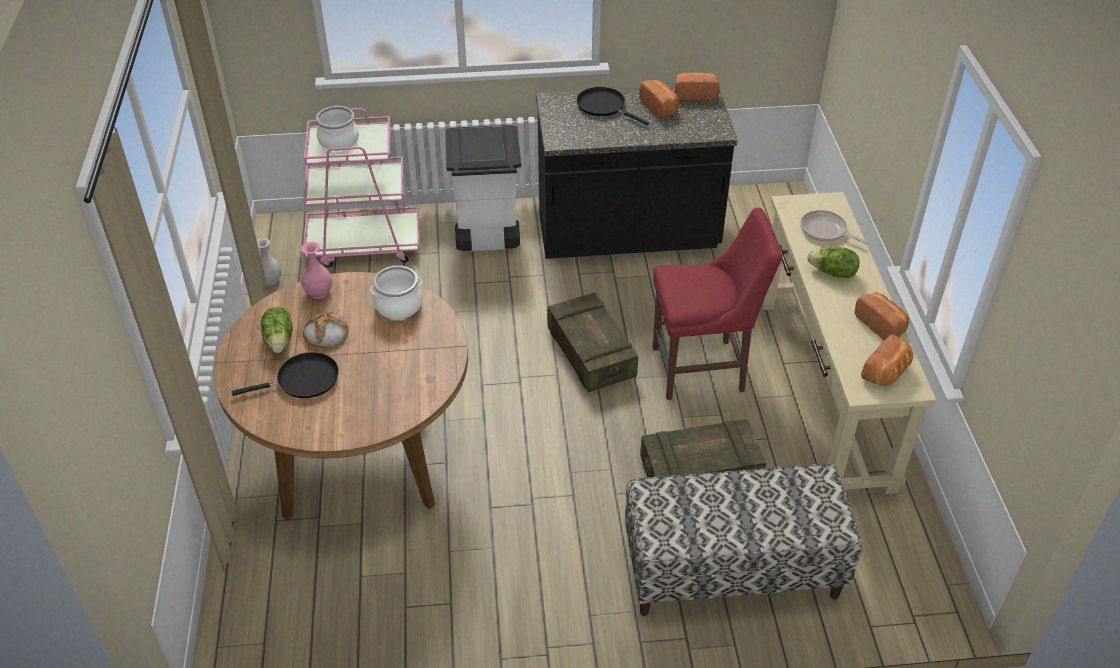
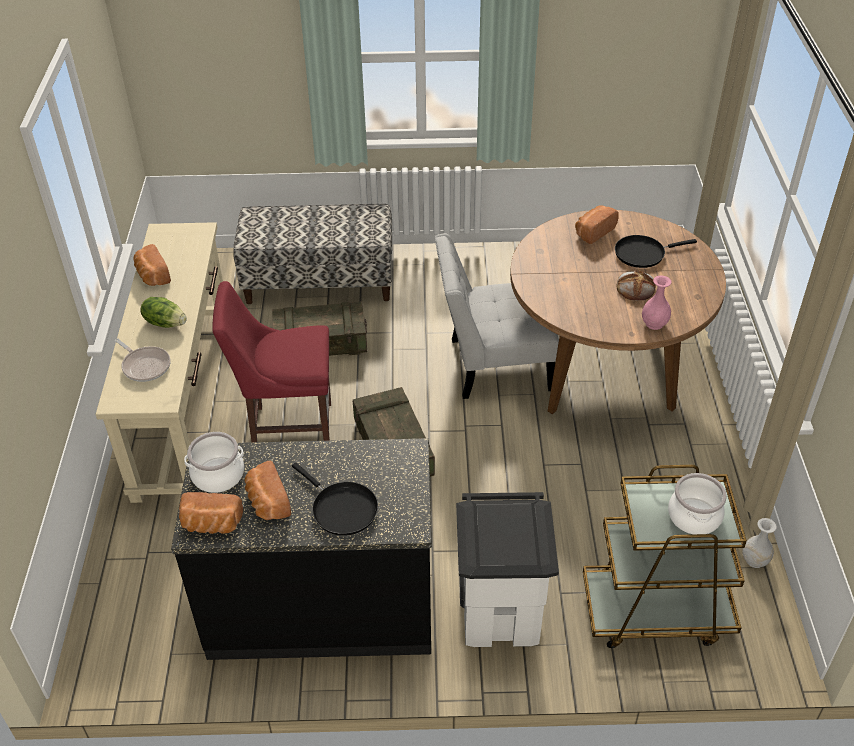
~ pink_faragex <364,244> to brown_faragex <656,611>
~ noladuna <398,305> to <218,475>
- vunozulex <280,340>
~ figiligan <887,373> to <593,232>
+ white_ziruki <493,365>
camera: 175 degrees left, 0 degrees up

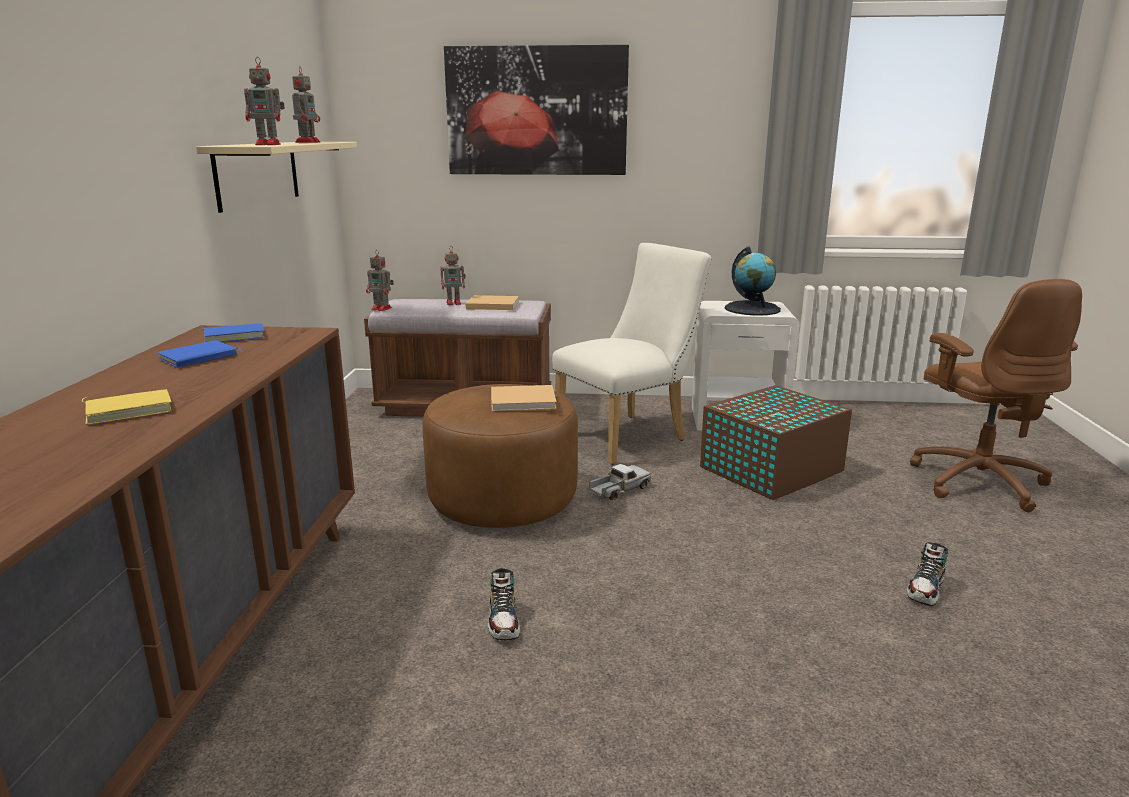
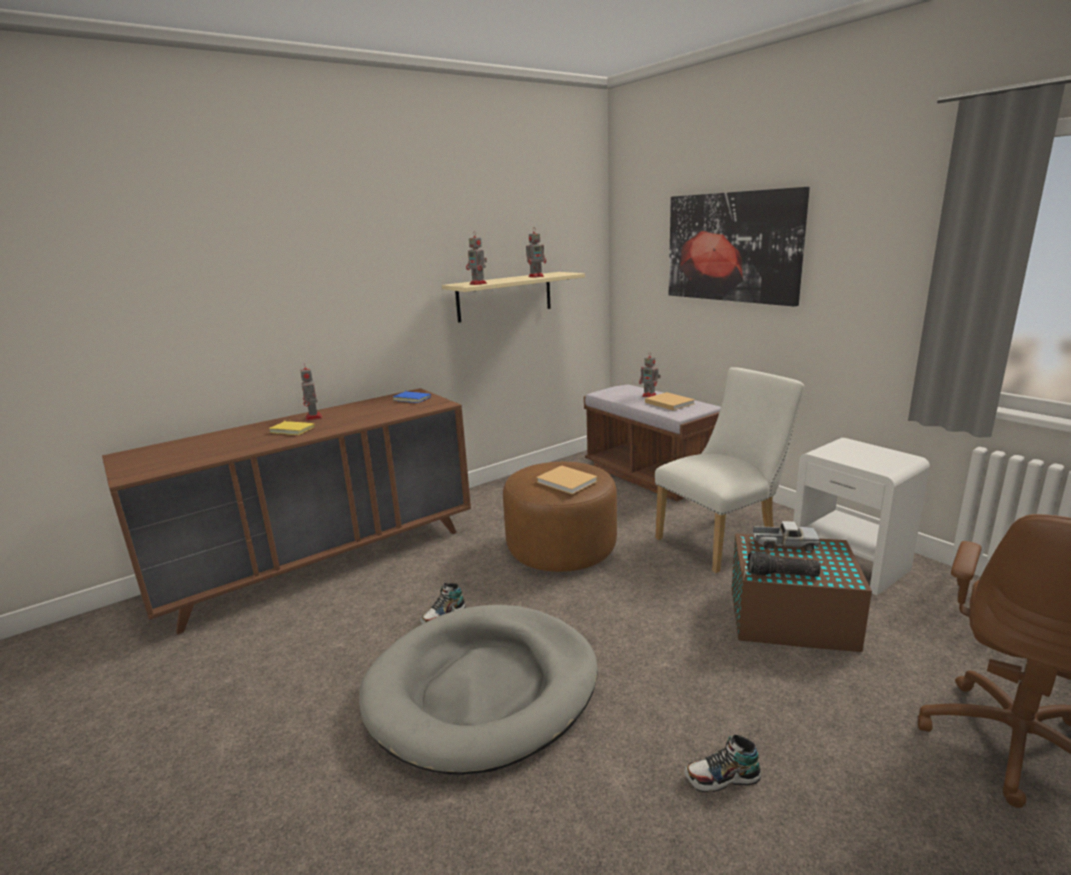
~ white_ziruki <629,436> = <722,540> 45 degrees counterclockwise
- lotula <752,309>
~ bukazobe <382,309> to <314,418>
- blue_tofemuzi <199,358>
~ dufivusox <619,490> to <784,544>
+ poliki <781,575>
+ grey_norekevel <483,689>
camera: 50 degrees right, 0 degrees up

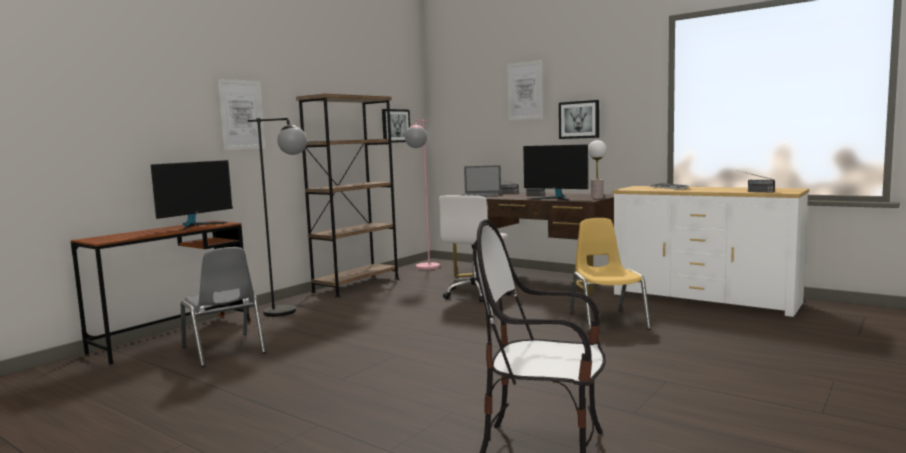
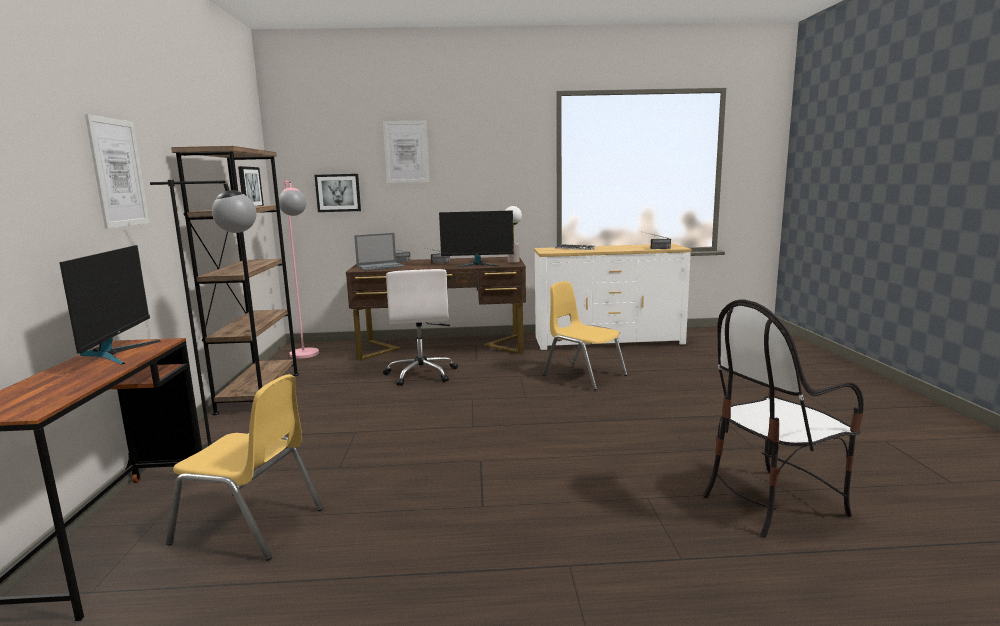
~ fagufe <579,119> to <338,193>
~ grey_ziruki <224,350> to yellow_ziruki <250,526>
camera: 40 degrees left, 5 degrees up

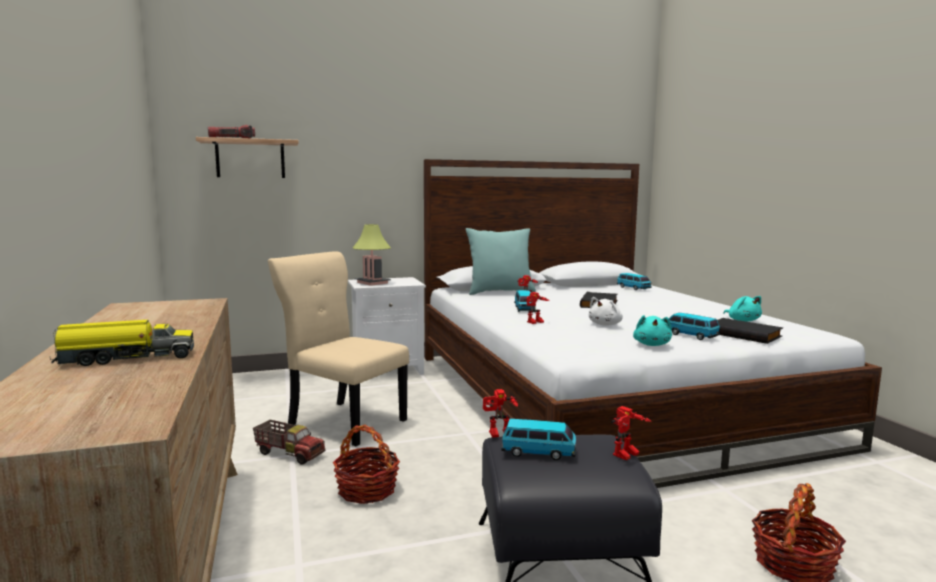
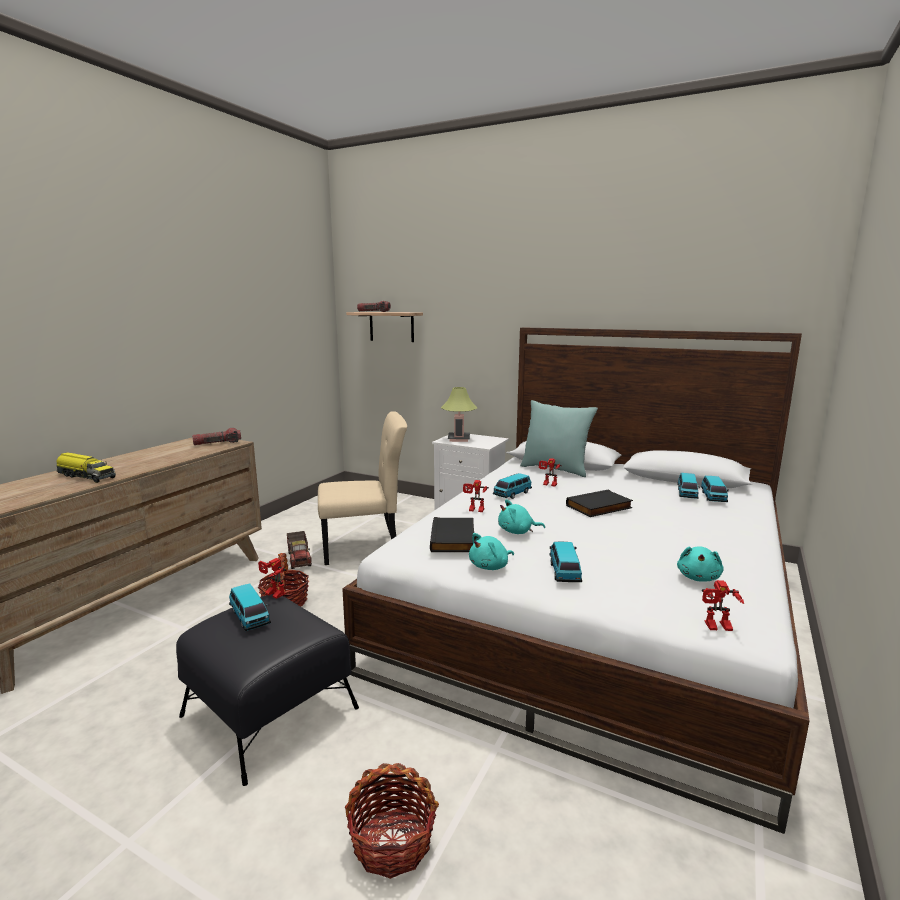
~ beige_ziruki <344,421> = <365,548> 90 degrees clockwise
~ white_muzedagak <605,324> to turquoise_muzedagak <517,531>
~ black_tofemuzi <744,334> to <454,539>
~ bukazobe <627,456> to <717,628>
+ poliki <217,443>
+ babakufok <687,494>
camera: 45 degrees right, 5 degrees up

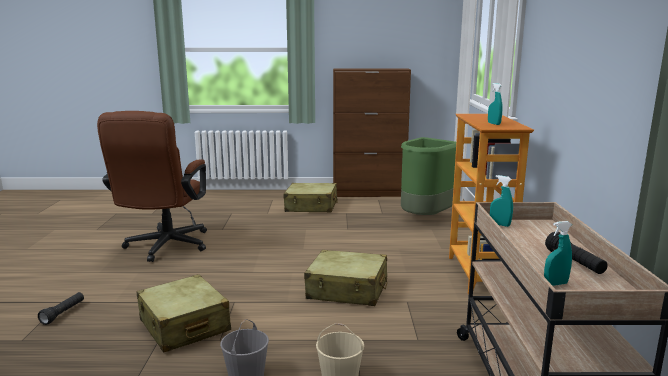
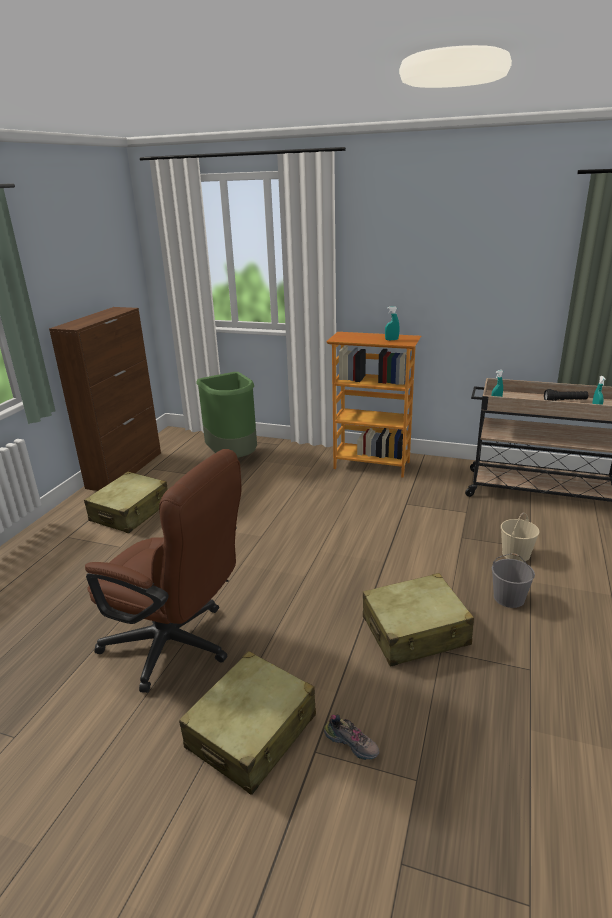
~ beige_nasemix <347,290> to <252,732>
~ black_poliki <63,313> to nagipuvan <352,743>
camera: 70 degrees left, 10 degrees up

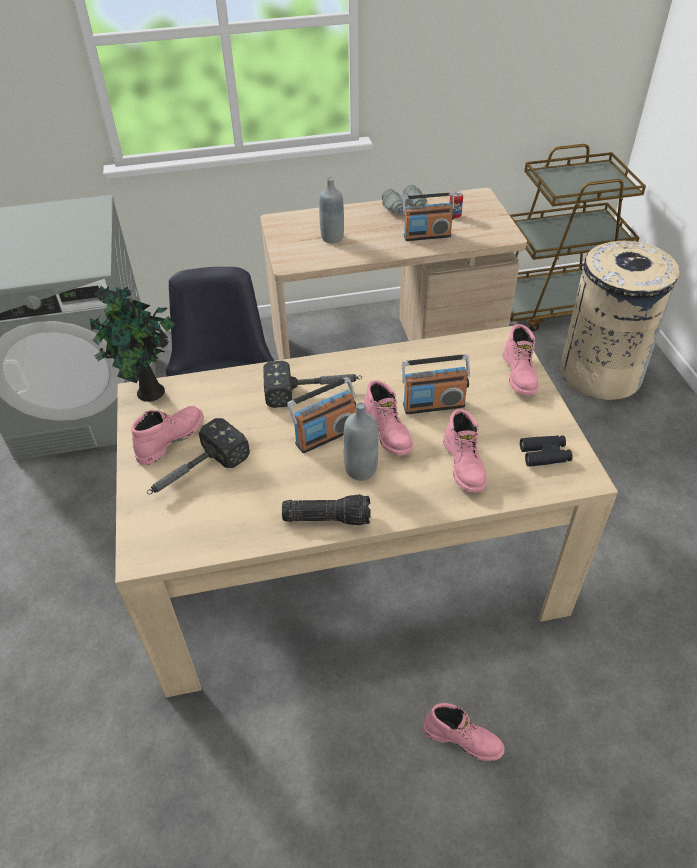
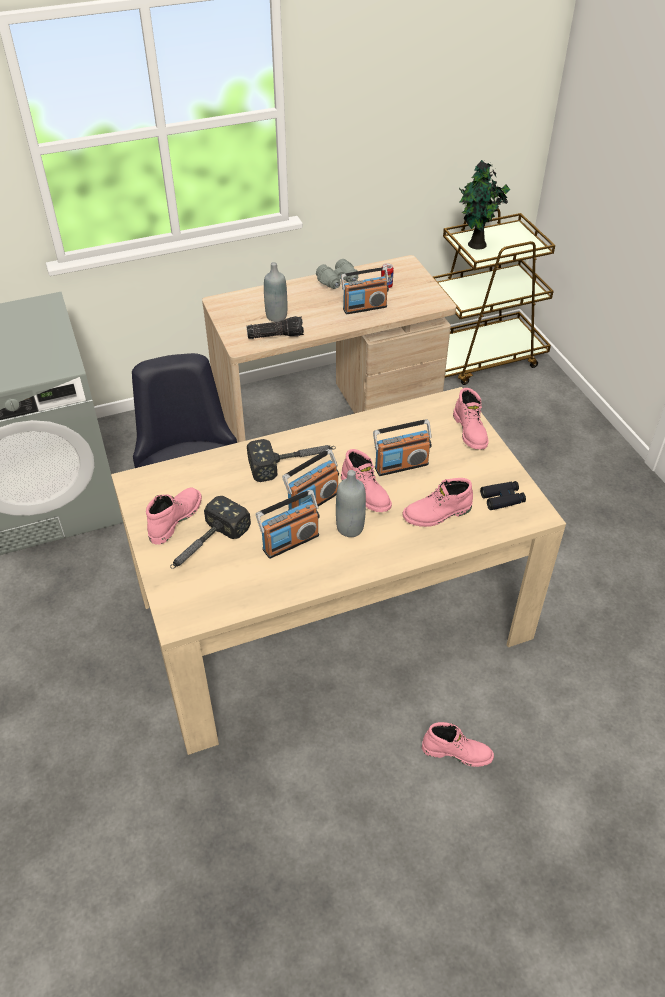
- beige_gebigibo <599,373>
~ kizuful <149,394> to <477,245>
~ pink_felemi <465,465> = <437,514> 90 degrees clockwise
~ poliki <328,517> to <276,335>
+ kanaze <290,542>
camera: 10 degrees left, 0 degrees up

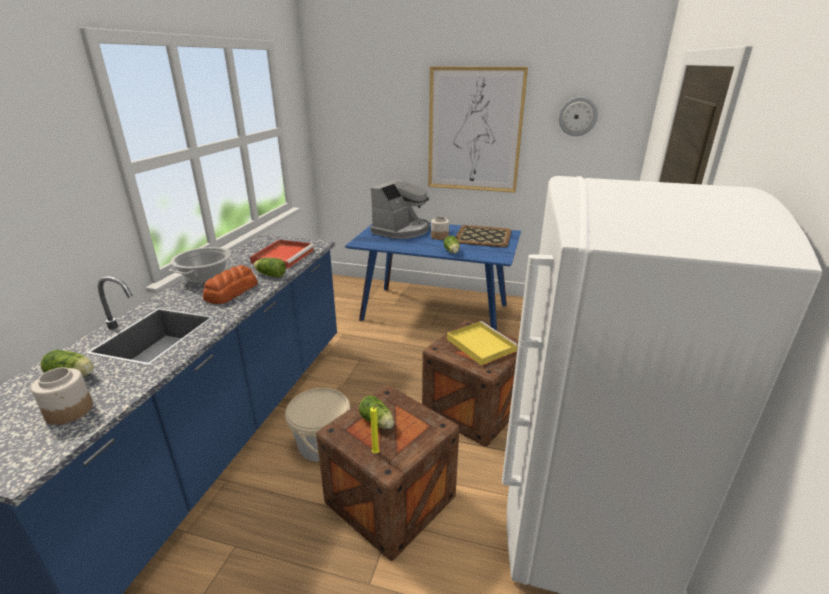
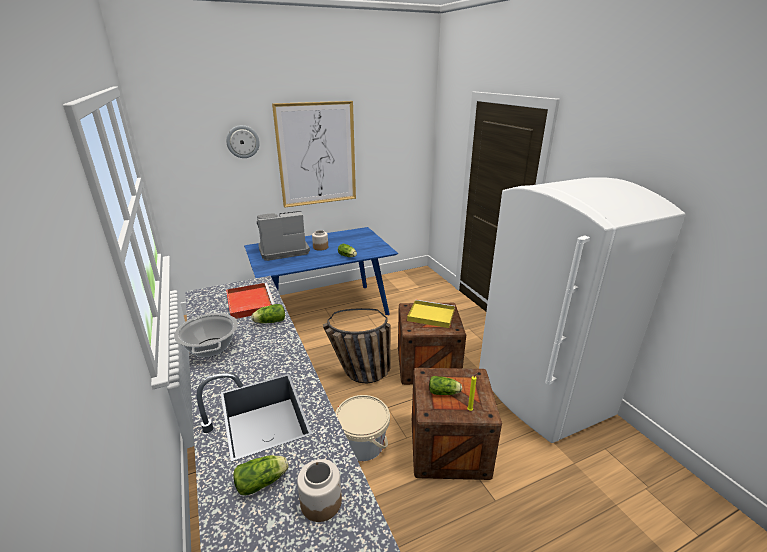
~ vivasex <577,116> to <243,141>
~ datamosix <401,230> = <282,250> 105 degrees counterclockwise
- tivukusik <482,236>
- figiligan <231,292>
+ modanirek <357,374>
camera: 40 degrees left, 0 degrees up

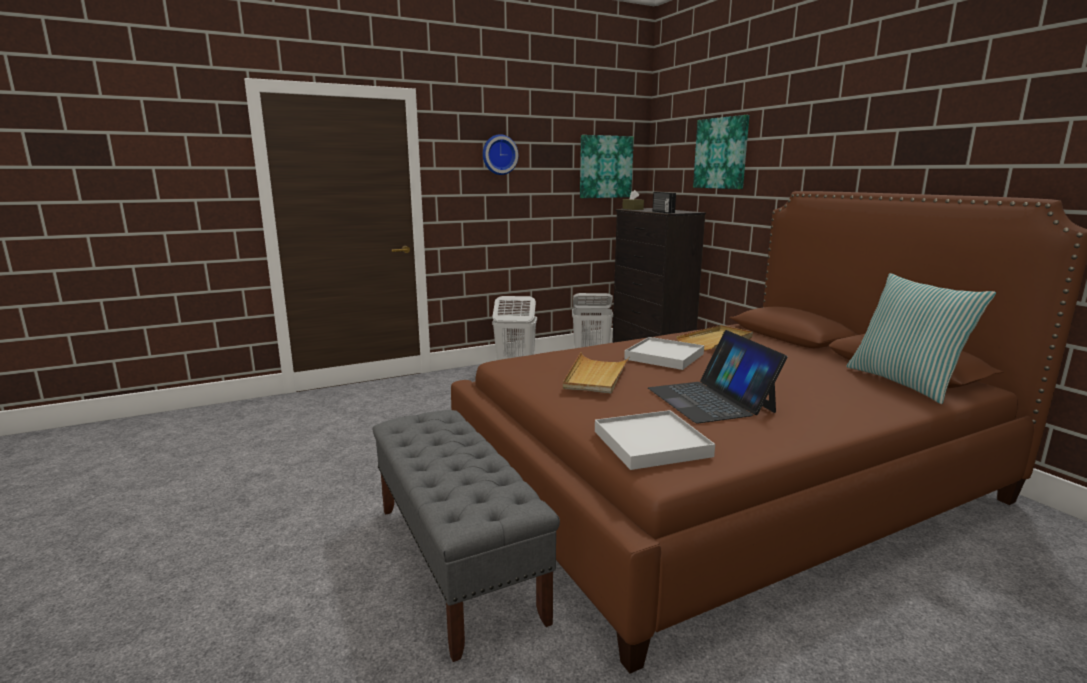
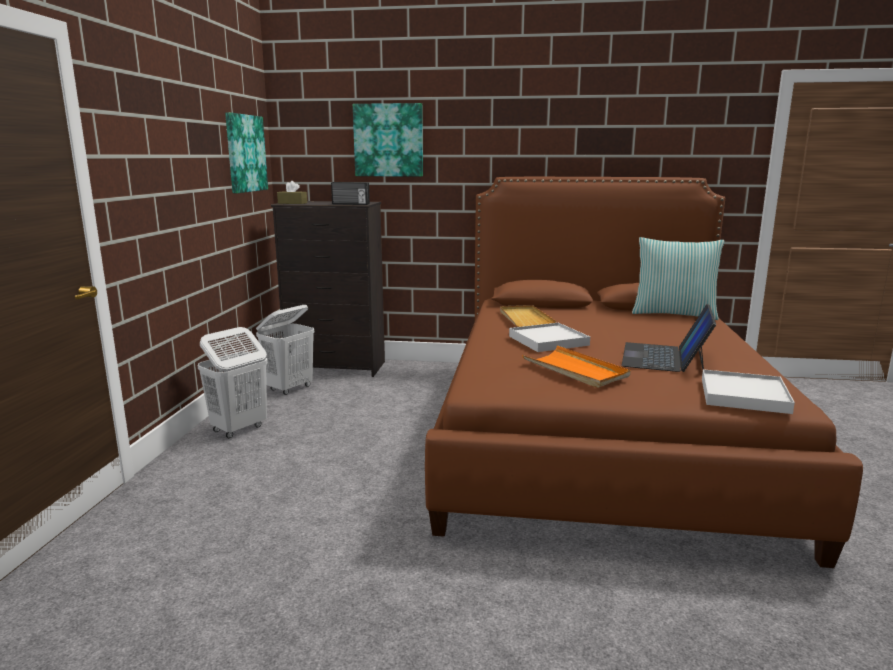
- vivasex <499,155>
~ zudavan <710,400> = <664,358> 90 degrees clockwise
~ beige_tivukusik <596,376> to orange_tivukusik <575,370>
- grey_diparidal <456,560>
camera: 55 degrees left, 0 degrees up

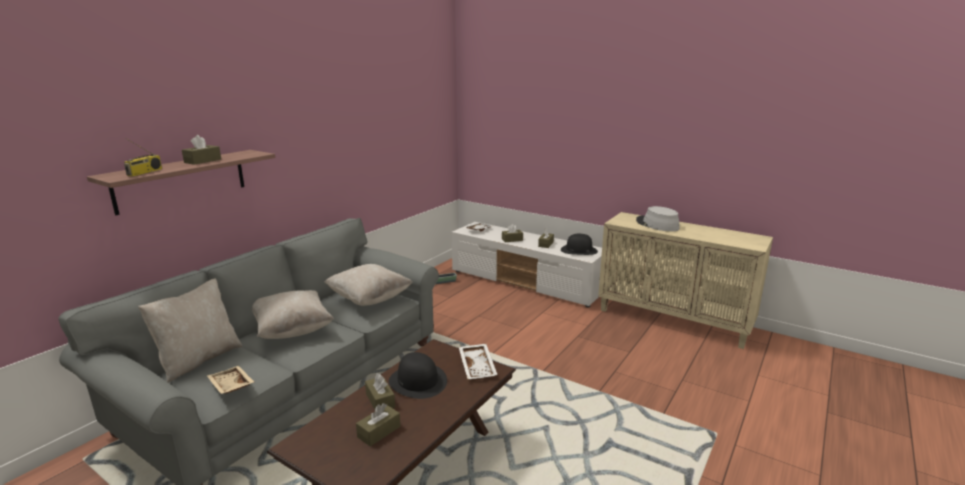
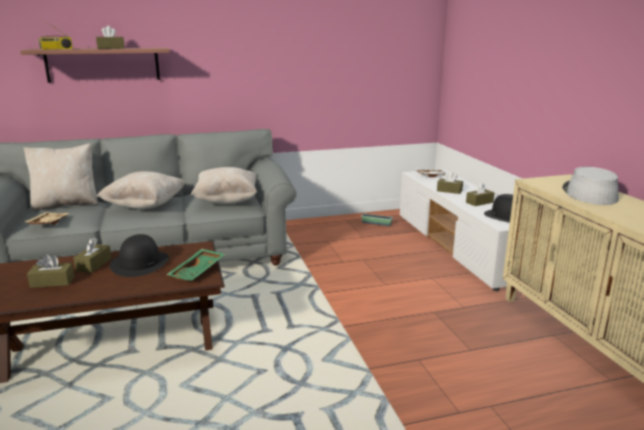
~ white_tivukusik <478,367> to green_tivukusik <198,271>
camera: 40 degrees right, 0 degrees up

